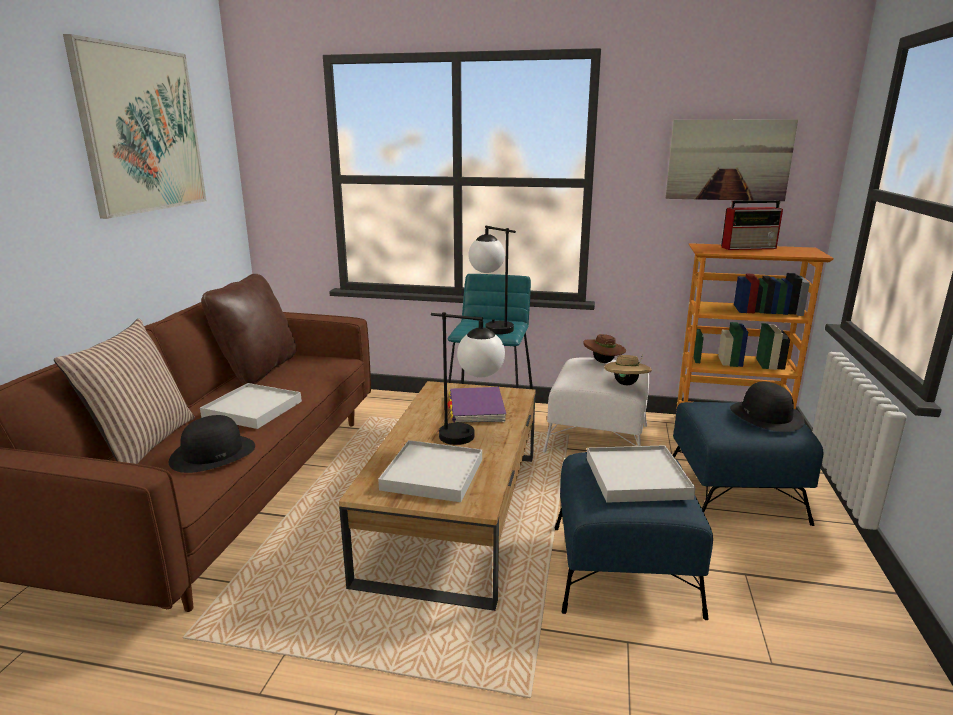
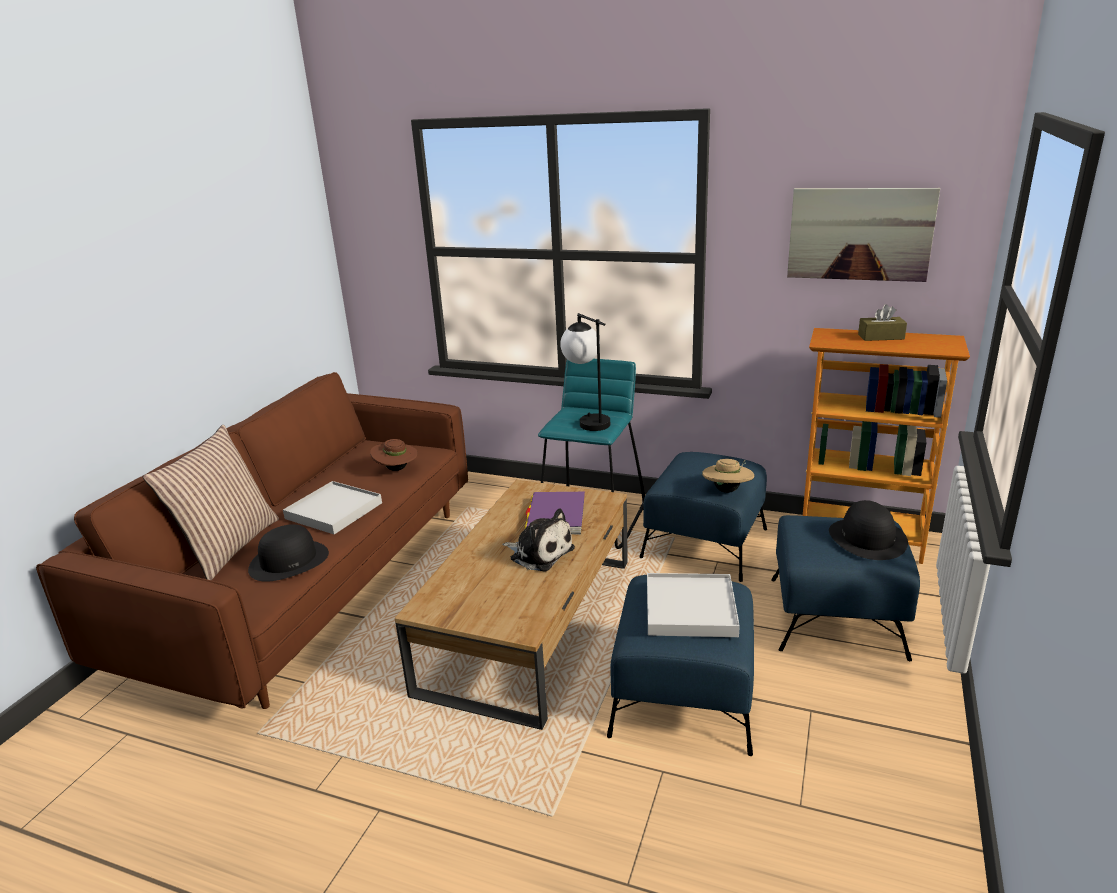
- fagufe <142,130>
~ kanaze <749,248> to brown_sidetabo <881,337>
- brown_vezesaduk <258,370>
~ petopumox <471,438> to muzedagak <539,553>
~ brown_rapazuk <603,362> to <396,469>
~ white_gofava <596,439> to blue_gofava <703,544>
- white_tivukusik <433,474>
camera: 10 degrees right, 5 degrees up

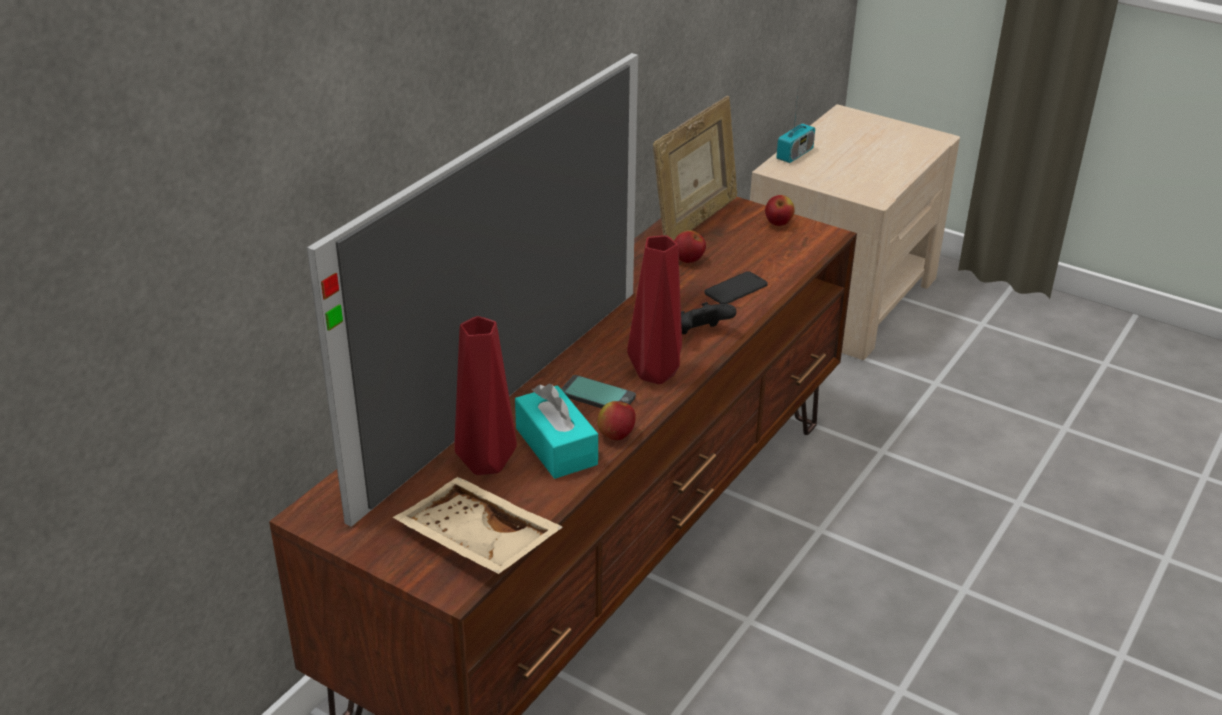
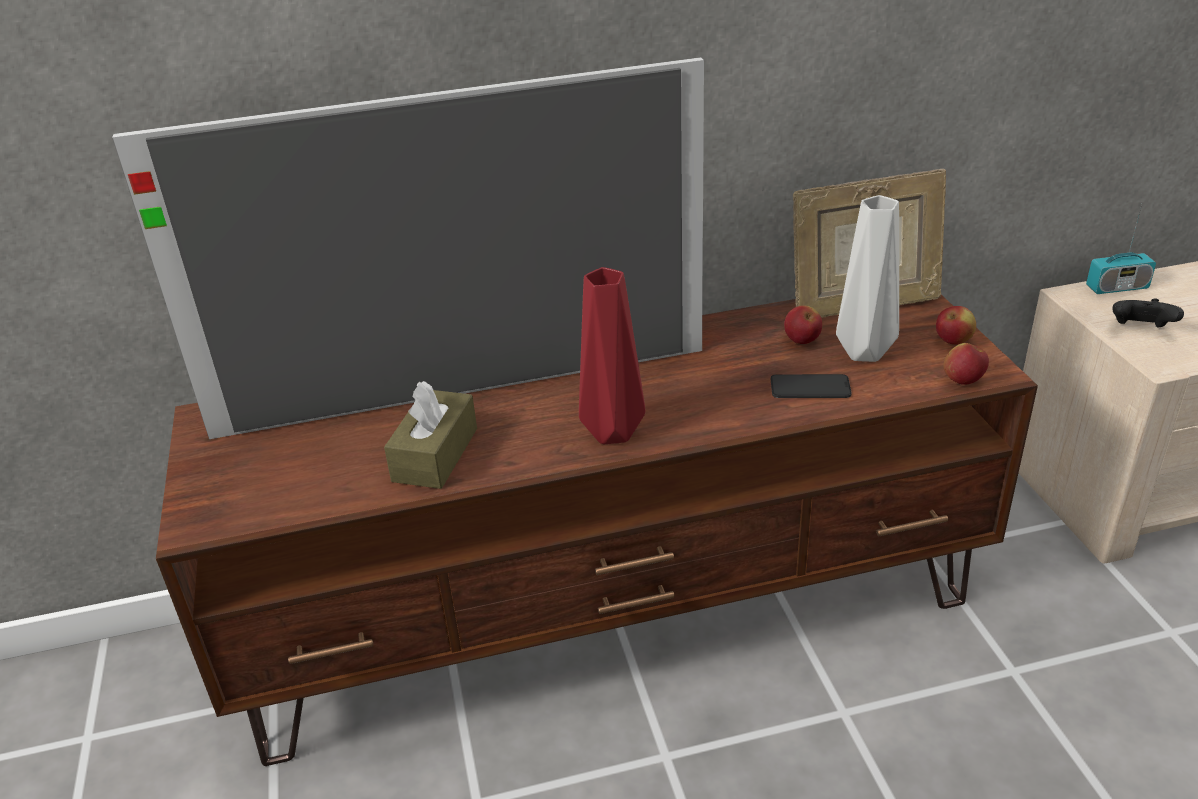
~ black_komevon <701,334> to <1140,330>
- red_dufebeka <486,465>
- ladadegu <597,395>
~ turquoise_sidetabo <556,446> to brown_sidetabo <435,455>
~ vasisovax <616,435> to <963,380>
- beige_tivukusik <475,542>
+ grey_dufebeka <864,354>
camera: 45 degrees right, 0 degrees up

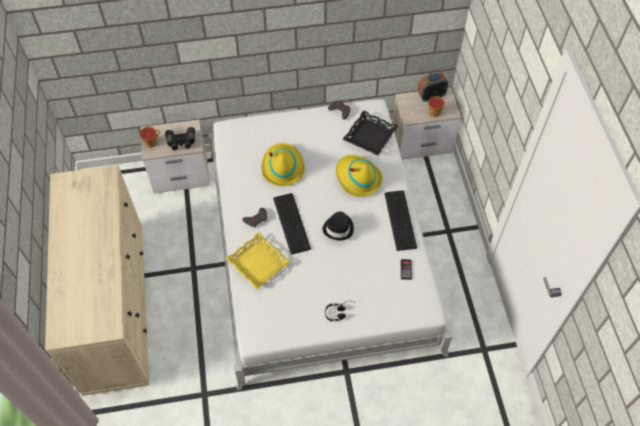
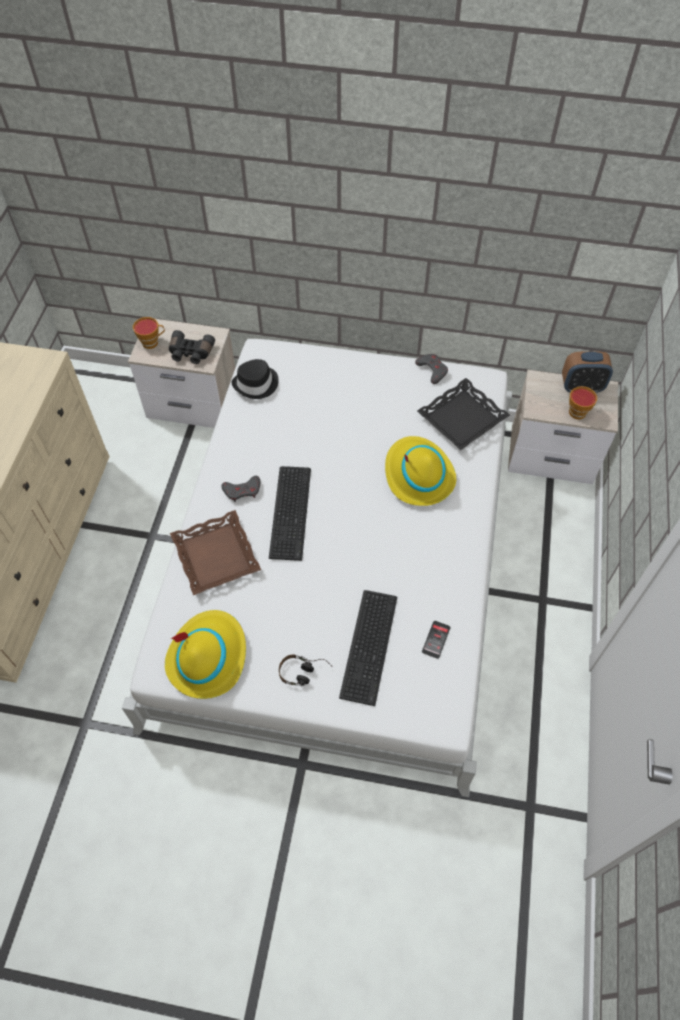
~ yellow_rapazuk <282,167> to <207,657>
~ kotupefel <401,219> to <371,645>
~ black_rapazuk <339,228> to <256,384>
~ yellow_tivukusik <257,263> to brown_tivukusik <215,556>
camera: 20 degrees right, 0 degrees up

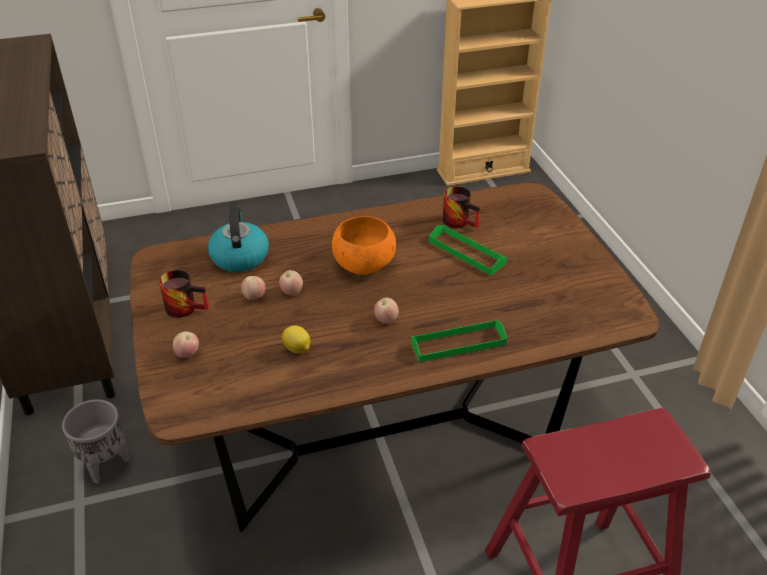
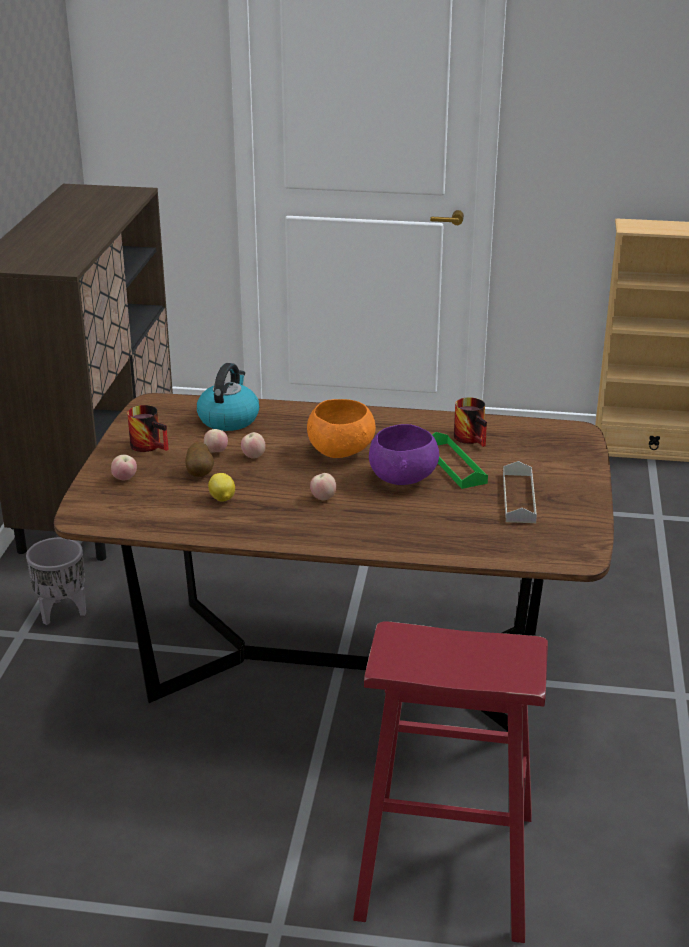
- green_tivukusik <458,343>
+ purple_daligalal <403,480>
+ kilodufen <200,473>
+ grey_tivukusik <518,498>
camera: 25 degrees right, 10 degrees down

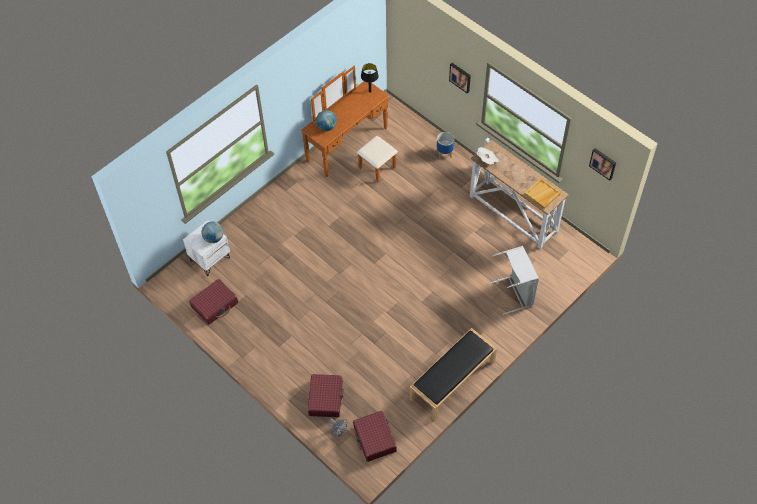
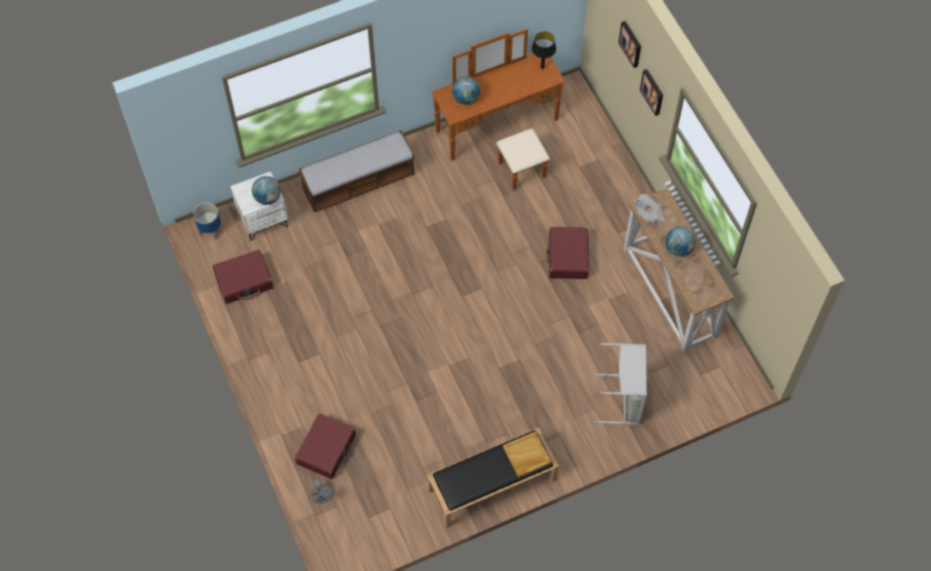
~ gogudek <445,153> to <211,230>
~ fagufe <603,163> to <631,43>
~ beige_tivukusik <542,194> to <526,455>
~ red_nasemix <374,439> to <567,257>
+ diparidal <359,183>
+ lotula <678,248>
camera: 20 degrees right, 5 degrees up

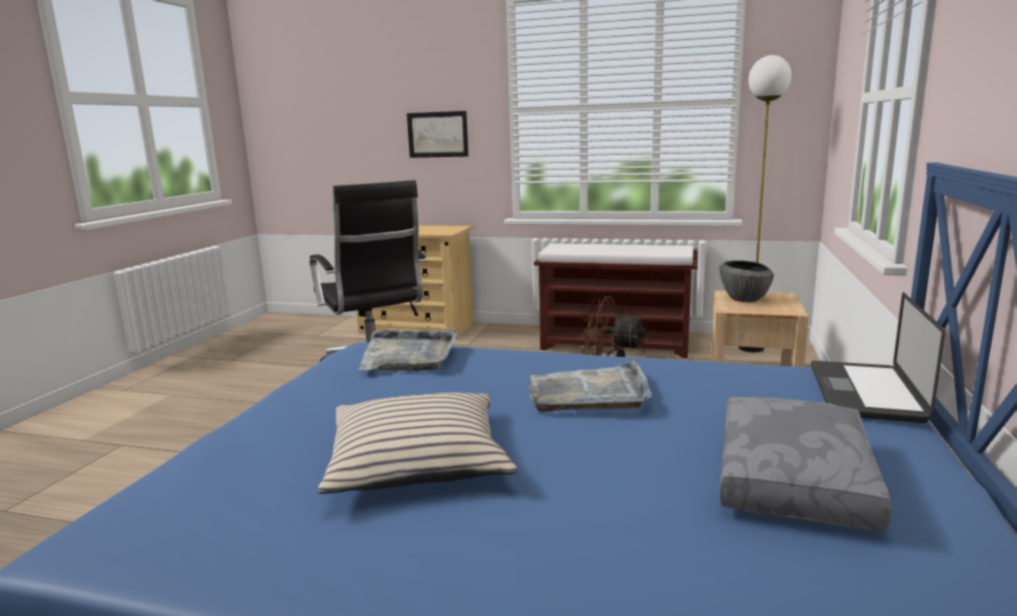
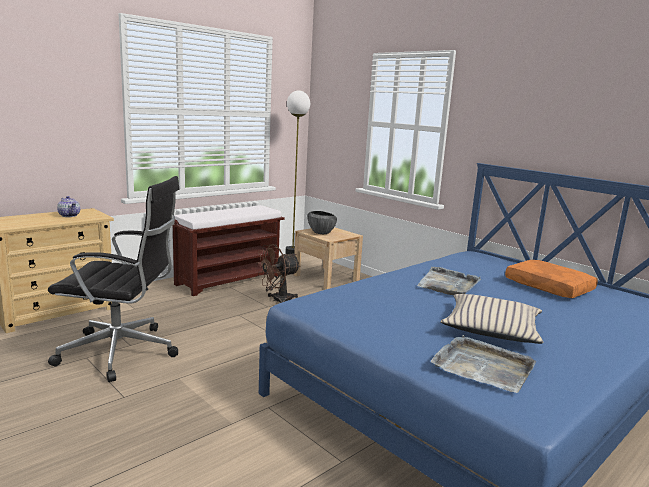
- fagufe <437,134>
- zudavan <864,393>
~ grey_tivukusik <408,354> to <483,367>
~ grey_vezesaduk <797,480> to orange_vezesaduk <549,287>
+ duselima <69,215>
camera: 60 degrees left, 0 degrees up

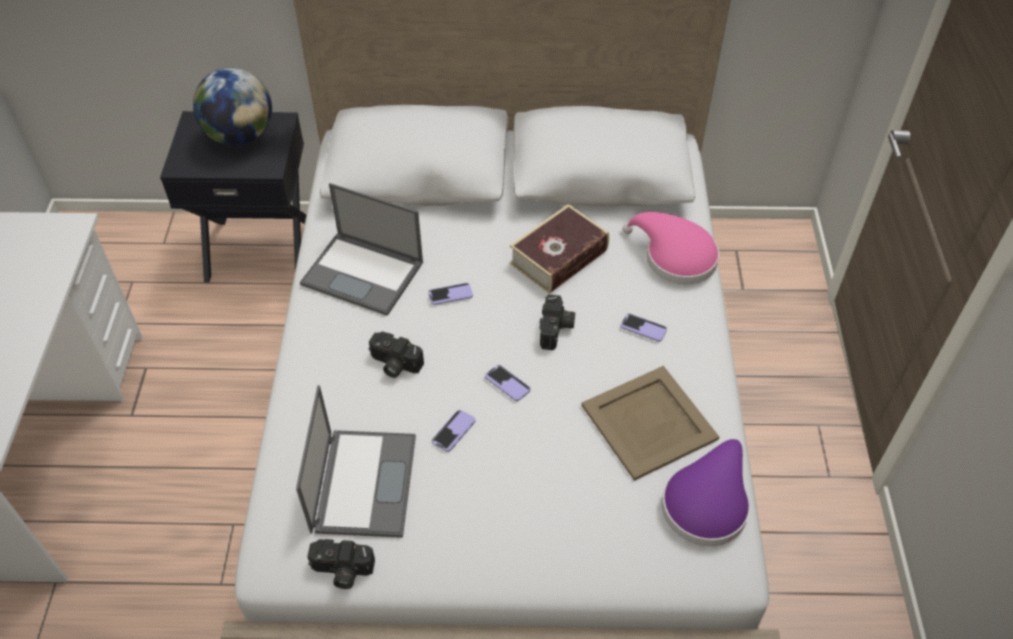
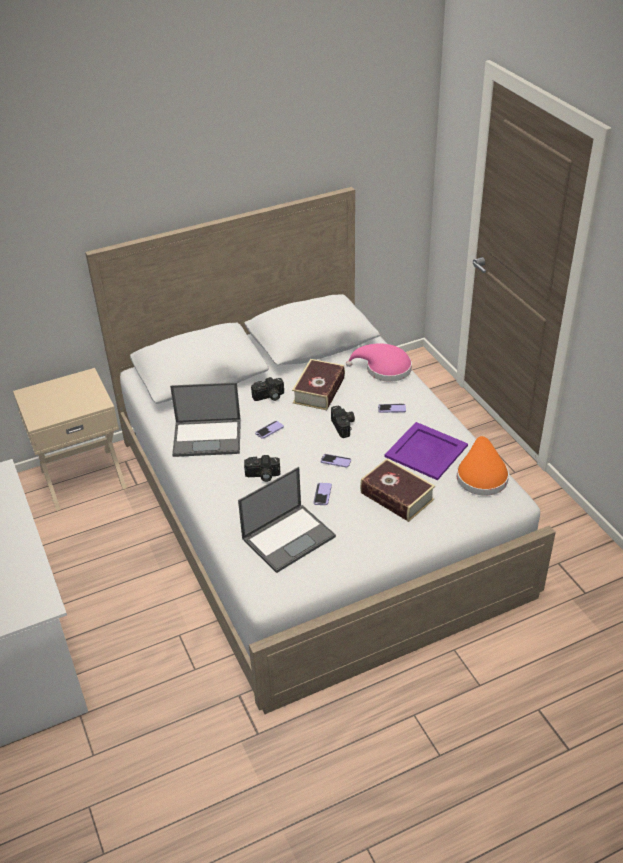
- lotula <240,136>
~ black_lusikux <260,248> to beige_lusikux <82,477>
~ beige_tivukusik <649,421> to purple_tivukusik <426,450>
~ zudavan <363,481> = <289,537> 75 degrees clockwise
~ purple_rapazuk <706,502> to orange_rapazuk <481,475>
~ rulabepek <341,571> to <269,397>
+ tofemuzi <397,496>
camera: 25 degrees left, 10 degrees down

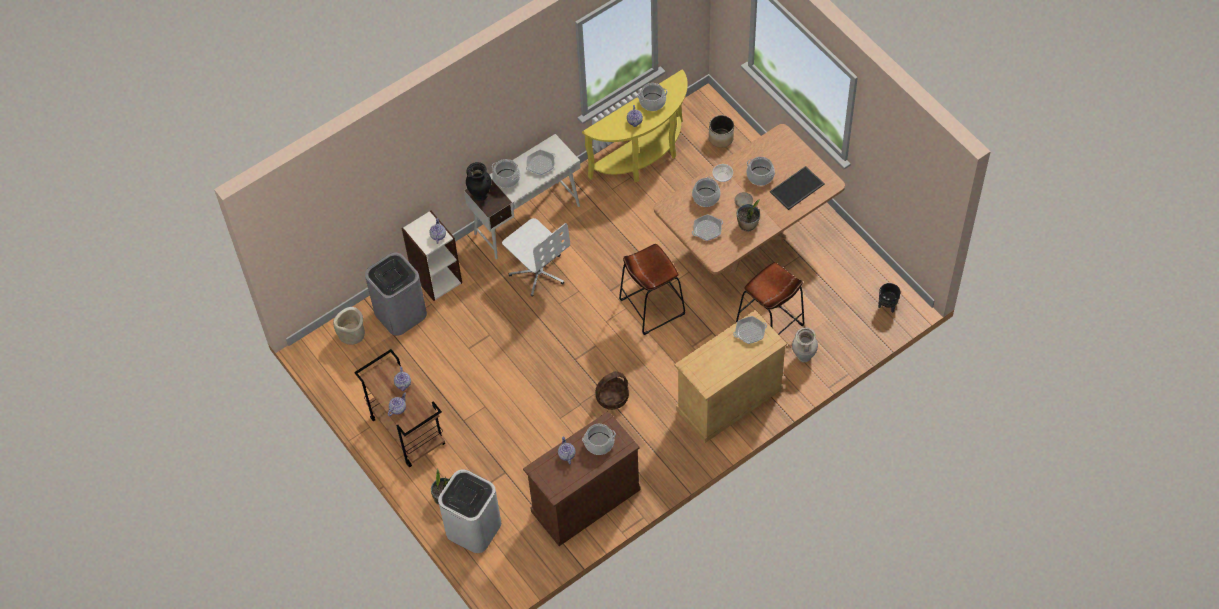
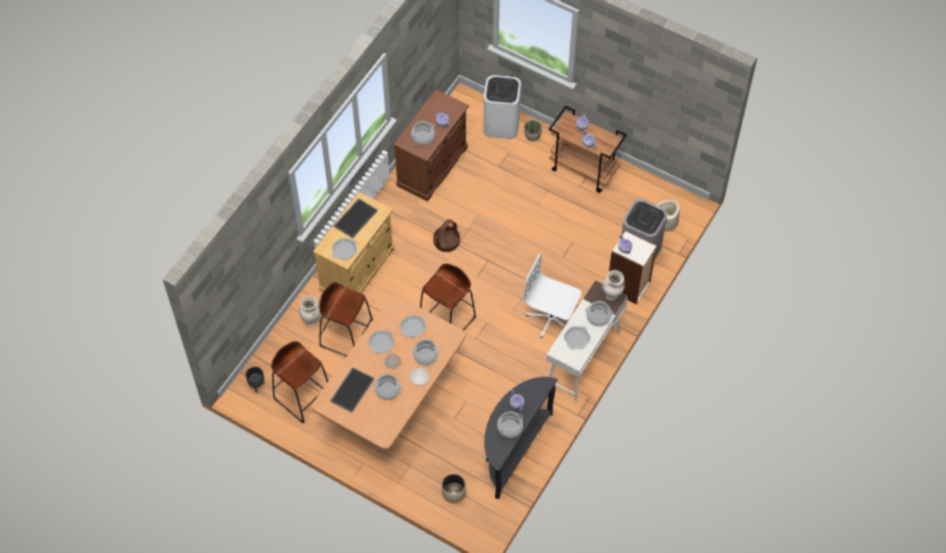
~ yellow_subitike <644,158> to black_subitike <512,449>
~ black_dufebeka <480,195> to beige_dufebeka <611,296>
~ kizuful <747,224> to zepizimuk <381,343>
+ tivukusik <355,217>
+ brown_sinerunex <303,397>
camera: 155 degrees right, 0 degrees up

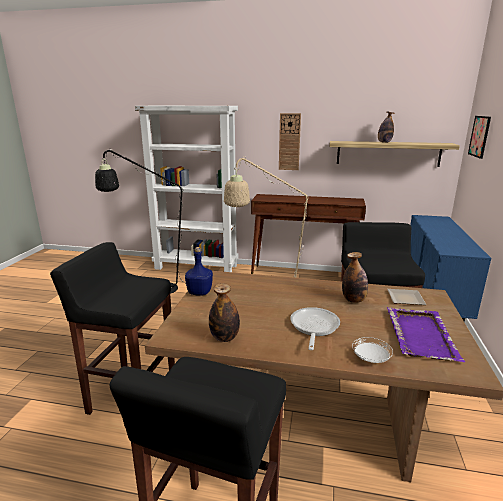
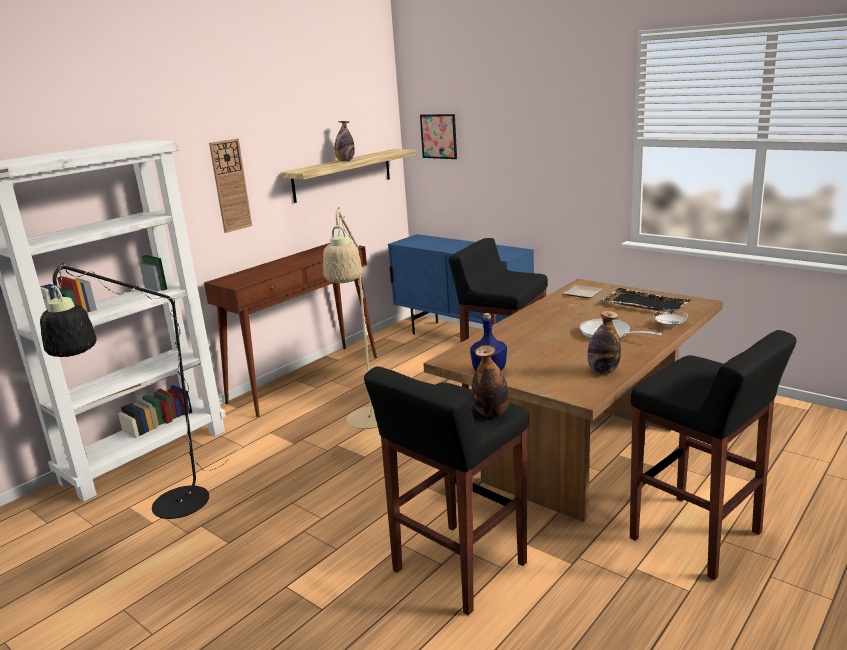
~ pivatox <353,300> to <491,413>
~ purple_tivukusik <420,334> to black_tivukusik <644,303>
camera: 60 degrees left, 0 degrees up

